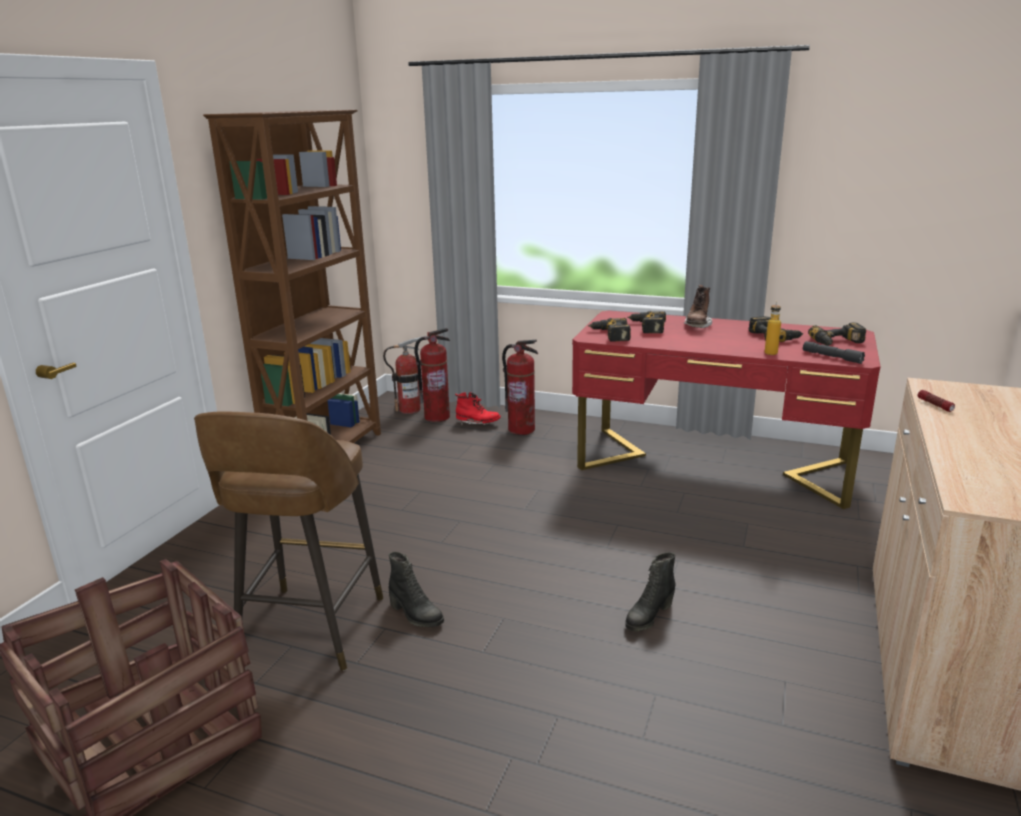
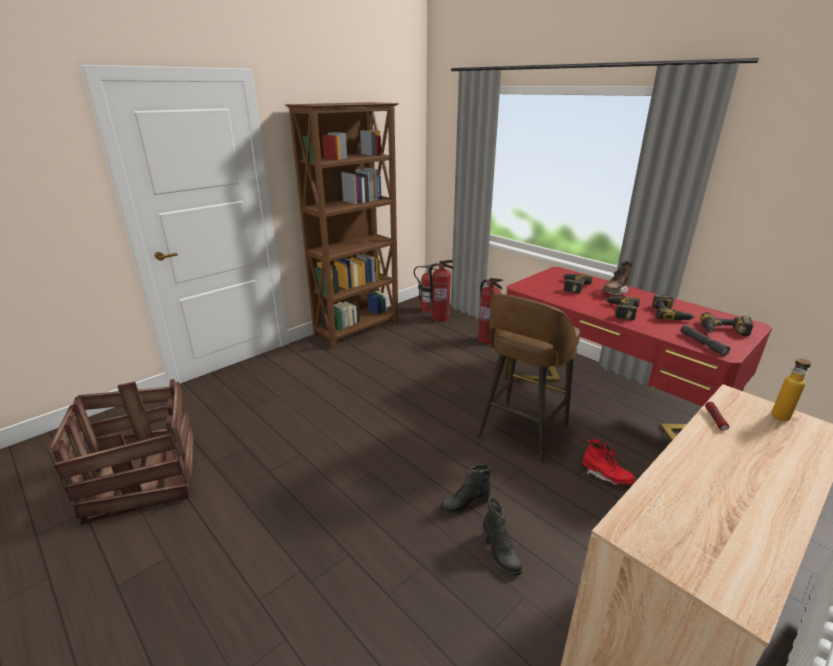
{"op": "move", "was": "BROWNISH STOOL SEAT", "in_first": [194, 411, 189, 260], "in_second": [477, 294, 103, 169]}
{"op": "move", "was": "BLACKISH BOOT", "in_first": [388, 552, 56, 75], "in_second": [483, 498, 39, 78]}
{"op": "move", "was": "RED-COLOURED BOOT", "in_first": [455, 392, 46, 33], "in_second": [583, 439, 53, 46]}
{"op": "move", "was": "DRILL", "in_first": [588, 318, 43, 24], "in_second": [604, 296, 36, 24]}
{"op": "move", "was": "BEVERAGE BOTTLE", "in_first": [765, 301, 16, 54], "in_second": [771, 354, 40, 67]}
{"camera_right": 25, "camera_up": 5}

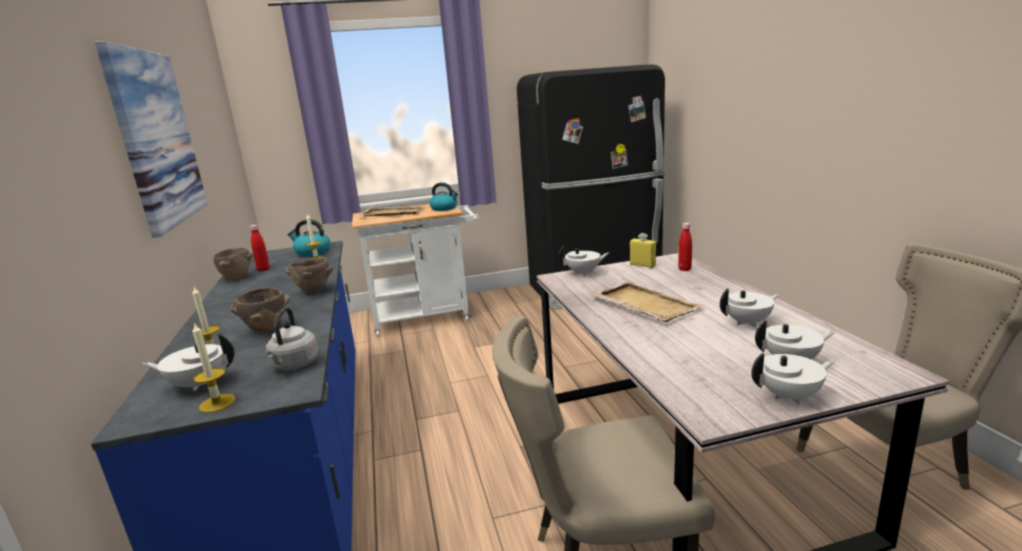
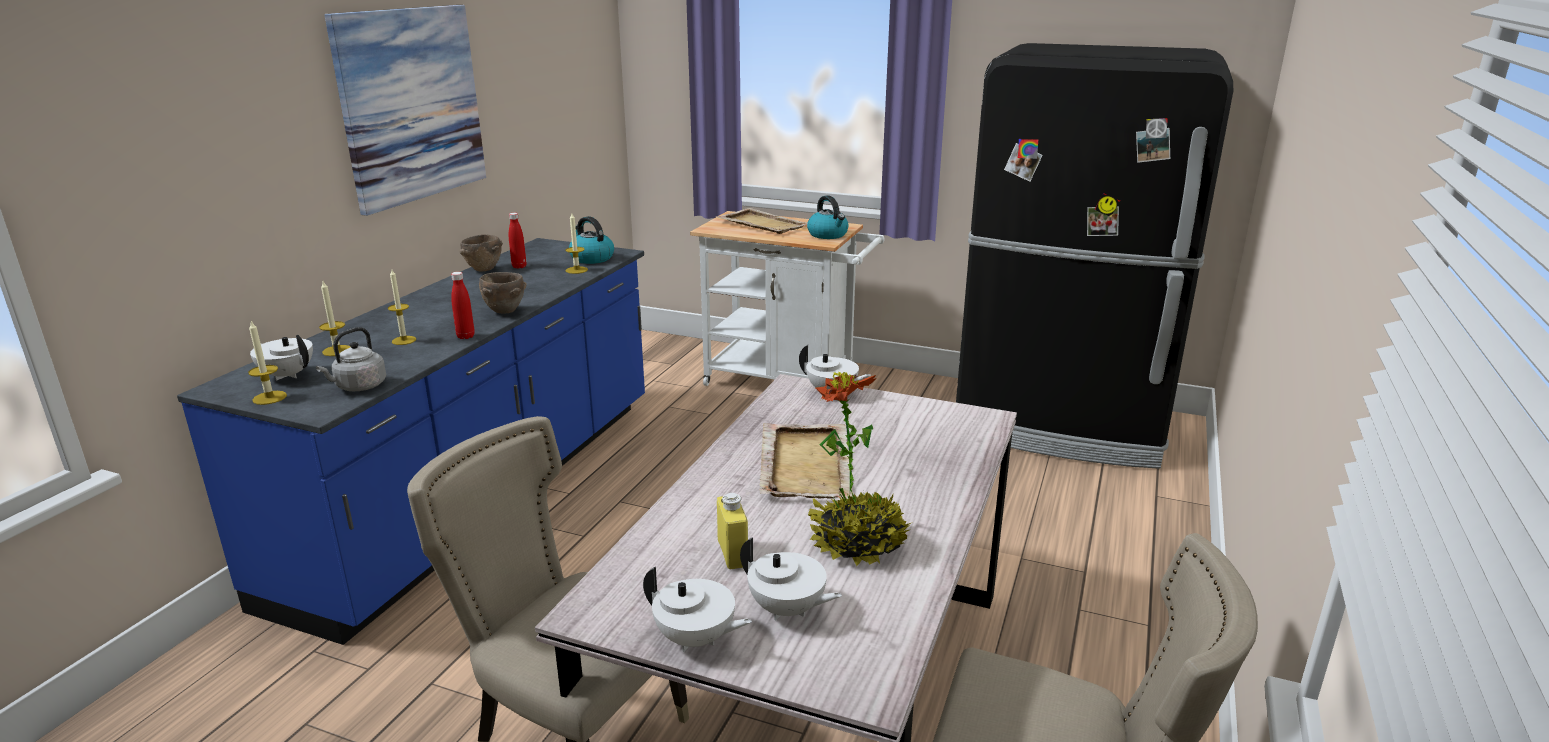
{"op": "replace", "was": "BROWNISH BOWL", "now": "CANDLE", "in_first": [231, 288, 59, 45], "in_second": [388, 270, 28, 75]}
{"op": "move", "was": "RED-COLOURED BEVERAGE BOTTLE", "in_first": [678, 223, 14, 48], "in_second": [451, 272, 24, 67]}
{"op": "move", "was": "YELLOWISH BEVERAGE BOTTLE", "in_first": [630, 233, 26, 35], "in_second": [717, 493, 31, 76]}
{"op": "replace", "was": "WHITE TEA POT", "now": "HOUSEPLANT", "in_first": [720, 288, 59, 39], "in_second": [808, 372, 103, 194]}
{"camera_right": 35, "camera_up": 5}

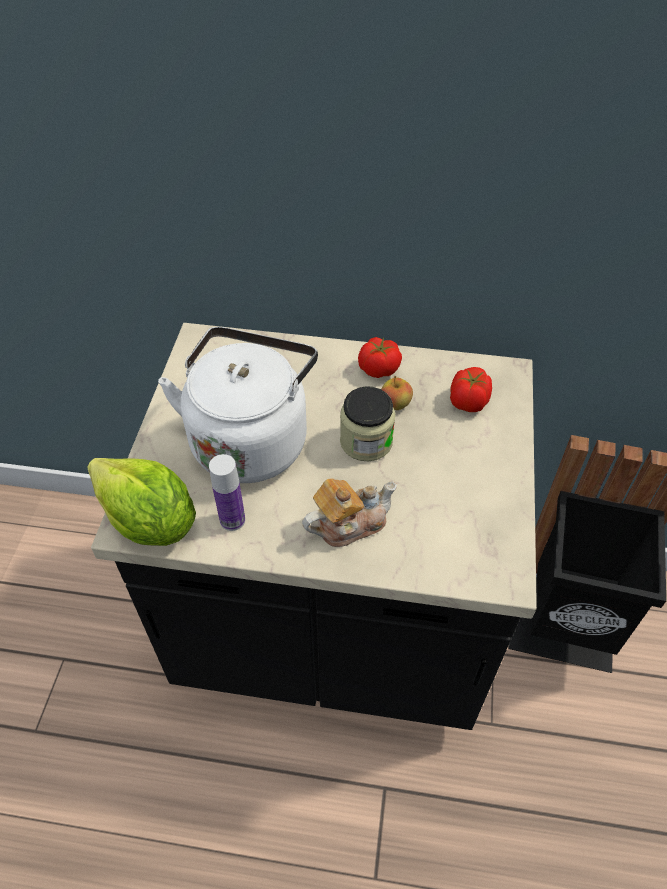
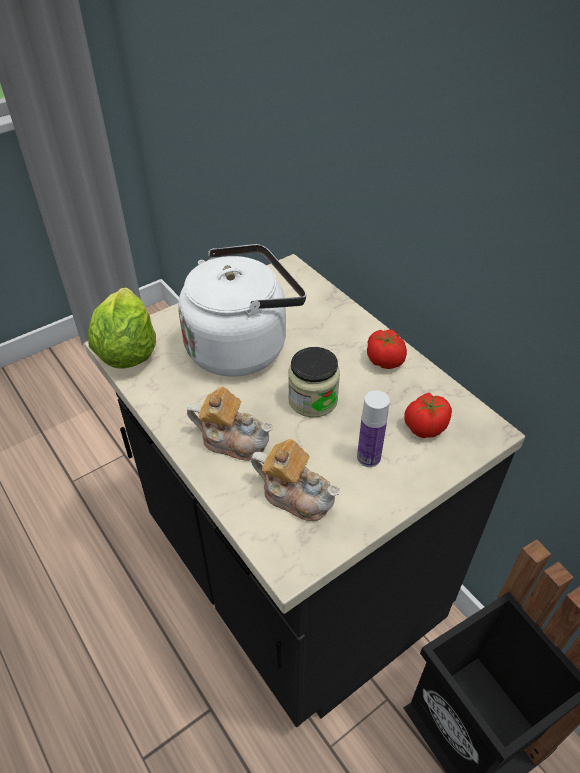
{"op": "insert", "now": "TEA POT", "in_second": [251, 439, 89, 82]}
{"op": "move", "was": "BEVERAGE BOTTLE", "in_first": [209, 454, 36, 77], "in_second": [357, 390, 33, 77]}
{"op": "delete", "was": "APPLE", "in_first": [381, 376, 32, 34]}
{"camera_right": 45, "camera_up": -5}

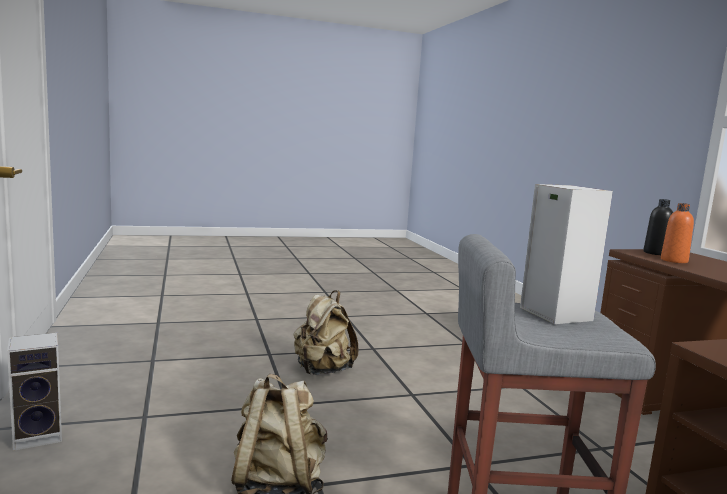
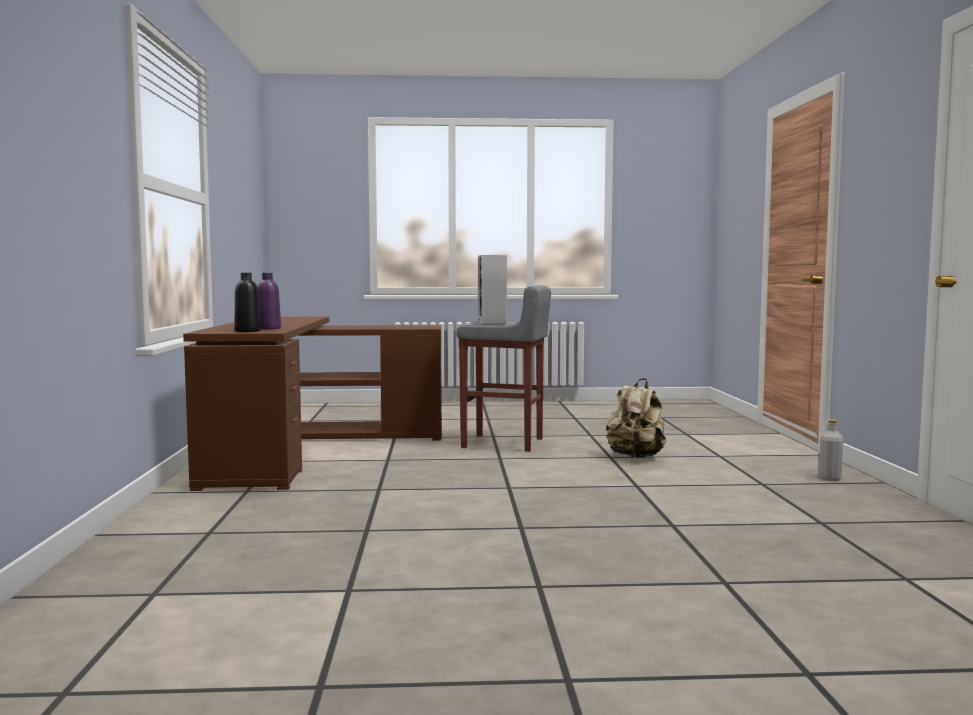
{"op": "recolor", "was": "ORANGE-COLOURED BEVERAGE BOTTLE", "now": "PURPLE BEVERAGE BOTTLE", "in_first": [661, 203, 33, 60], "in_second": [257, 273, 24, 57]}
{"op": "replace", "was": "LOUDSPEAKER", "now": "GRAY BEVERAGE BOTTLE", "in_first": [7, 333, 55, 118], "in_second": [819, 419, 24, 62]}
{"op": "delete", "was": "BEIGE-COLOURED KNAPSACK", "in_first": [294, 290, 64, 85]}
{"camera_right": -165, "camera_up": -5}

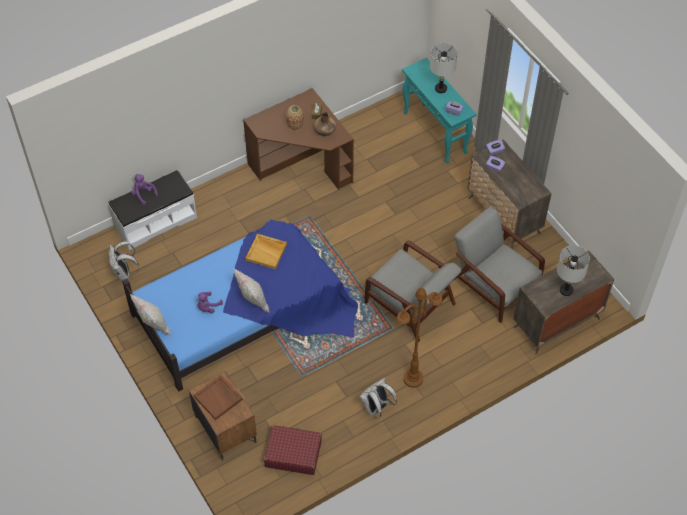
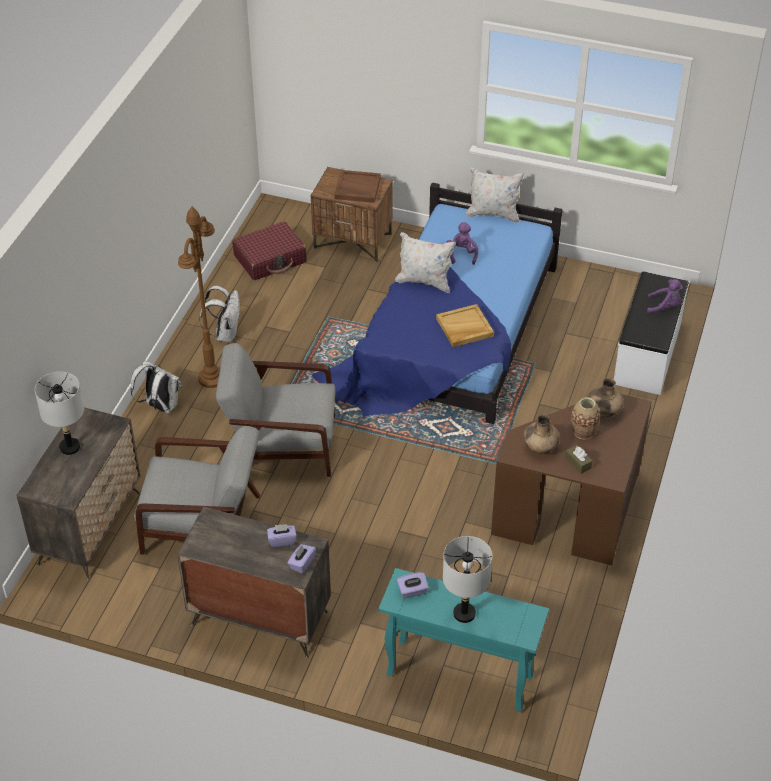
{"op": "move", "was": "WHITE KNAPSACK", "in_first": [109, 241, 30, 39], "in_second": [131, 361, 51, 52]}
{"op": "insert", "now": "BROWNISH VASE", "in_second": [588, 378, 36, 39]}
{"camera_right": 140, "camera_up": -10}

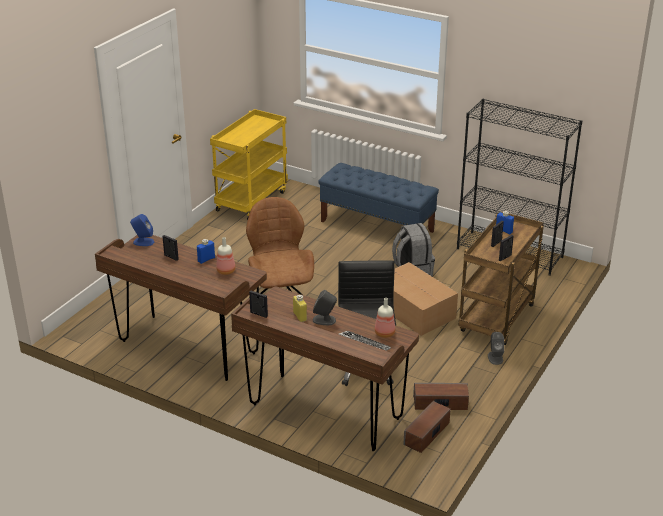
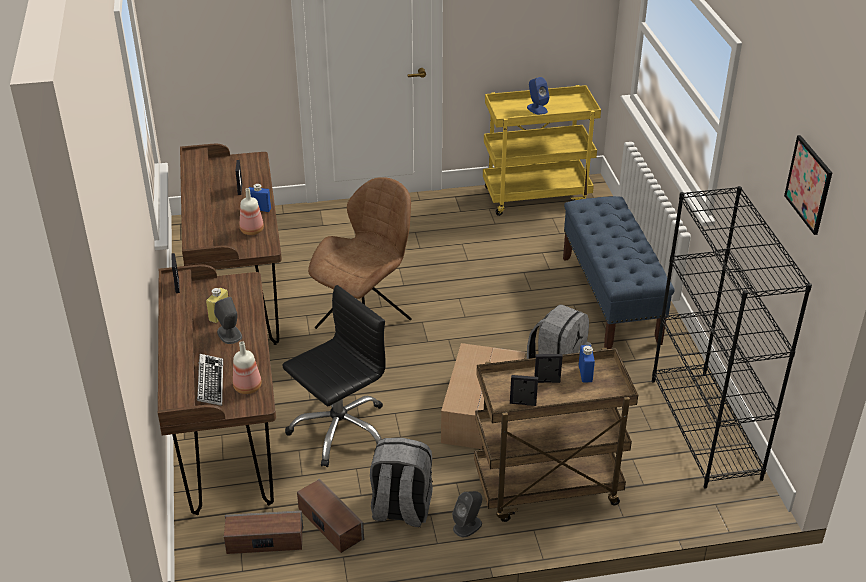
{"op": "insert", "now": "GRAY KNAPSACK", "in_second": [370, 438, 63, 89]}
{"op": "move", "was": "BLUE LOUDSPEAKER", "in_first": [130, 214, 24, 32], "in_second": [527, 77, 23, 38]}
{"op": "insert", "now": "WALL PICTURE", "in_second": [784, 135, 48, 100]}
{"camera_right": 50, "camera_up": 5}

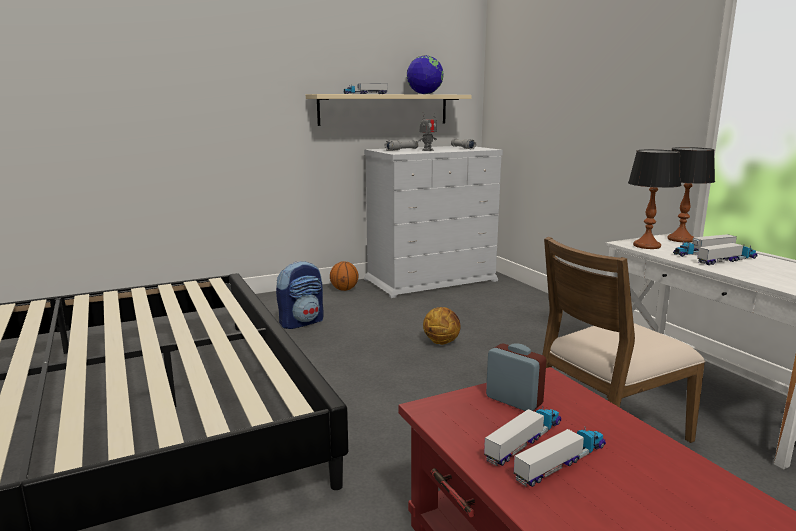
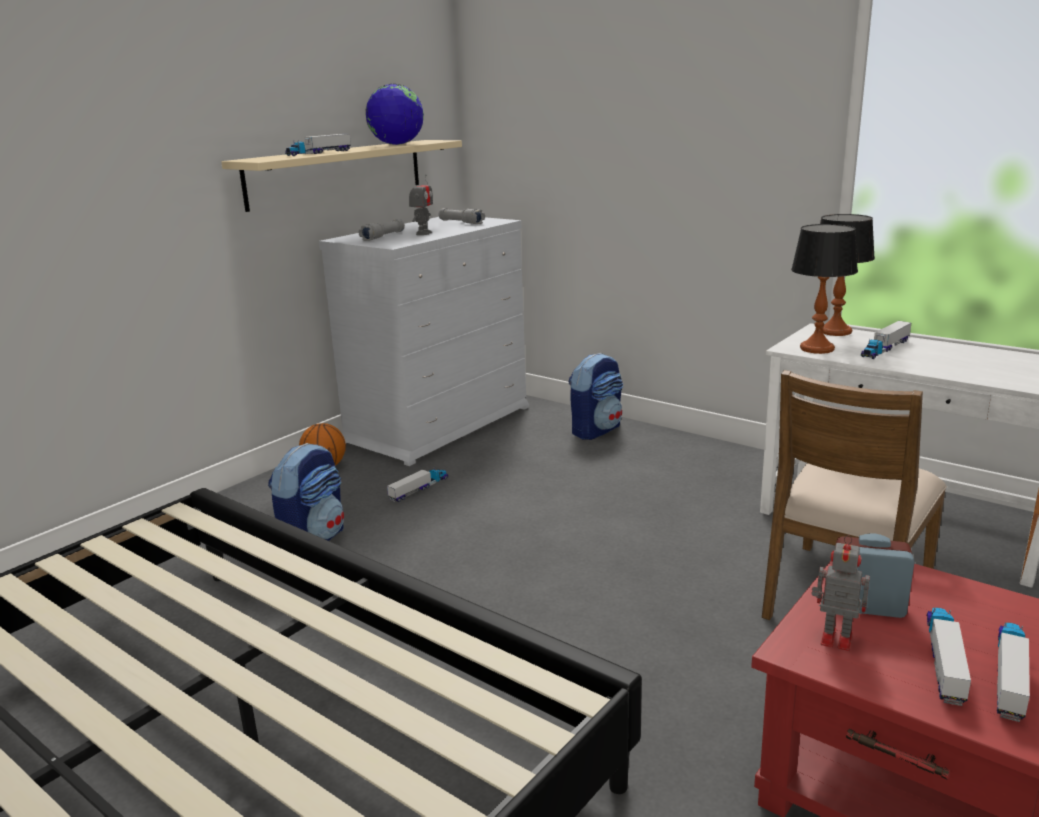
{"op": "move", "was": "TOY LORRY", "in_first": [697, 243, 60, 22], "in_second": [387, 468, 61, 34]}
{"op": "insert", "now": "KNAPSACK", "in_second": [569, 353, 54, 87]}
{"op": "insert", "now": "TOY ROBOT", "in_second": [811, 535, 59, 116]}
{"op": "delete", "was": "BASKETBALL", "in_first": [423, 307, 37, 38]}
{"camera_right": -25, "camera_up": 5}

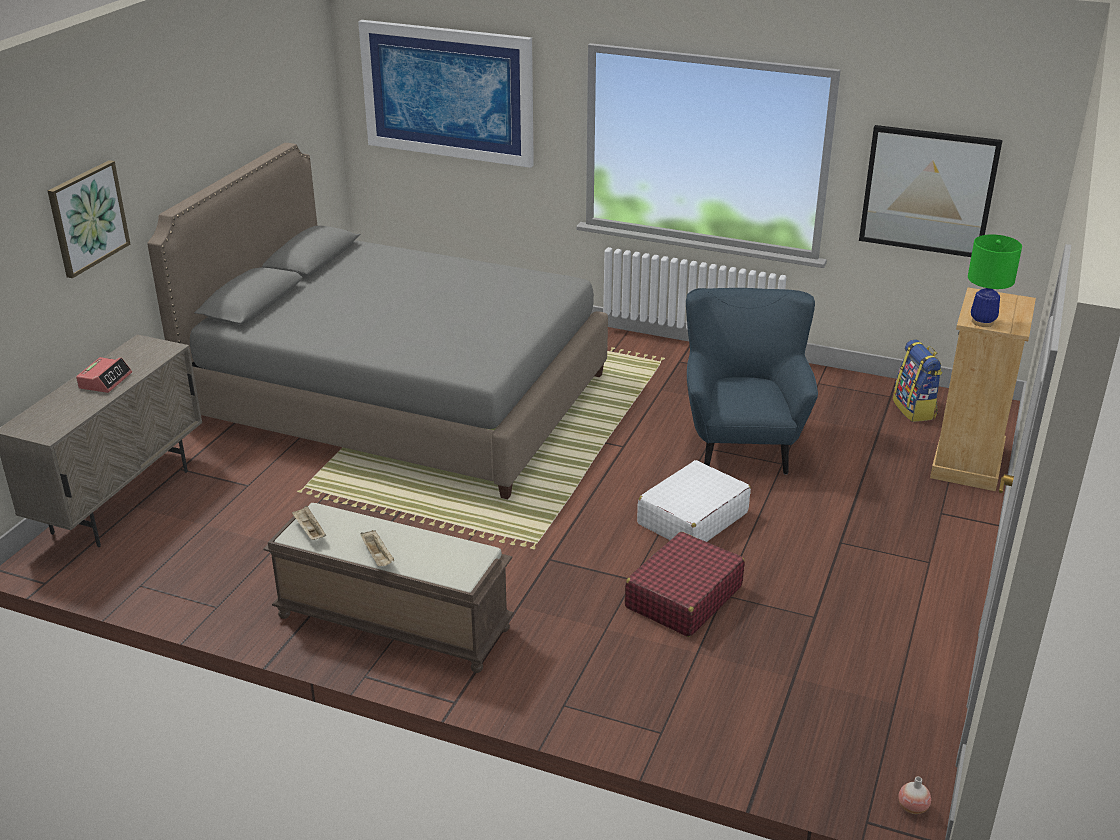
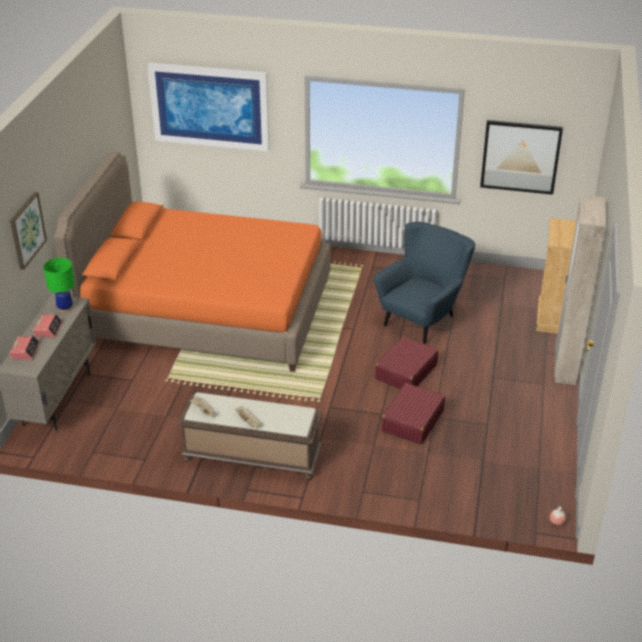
{"op": "insert", "now": "TABLE CLOCK", "in_second": [10, 335, 30, 25]}
{"op": "move", "was": "GREEN LAMP FOR A TABLE", "in_first": [968, 234, 54, 93], "in_second": [43, 258, 32, 54]}
{"op": "recolor", "was": "GRAY SLEEPING BED", "now": "ORANGE-COLOURED SLEEPING BED", "in_first": [147, 143, 461, 356], "in_second": [54, 151, 277, 221]}
{"op": "rotate", "was": "BLUE EASY CHAIR", "in_first": [686, 288, 132, 187], "in_second": [373, 222, 102, 122], "clockwise": 45}
{"op": "recolor", "was": "WHITE SUITCASE", "now": "RED-COLOURED SUITCASE", "in_first": [637, 460, 114, 82], "in_second": [375, 336, 63, 53]}
{"op": "insert", "now": "BEIGE-COLOURED CLOTHES CUPBOARD", "in_second": [554, 195, 52, 190]}
{"op": "delete", "was": "KNAPSACK", "in_first": [893, 339, 50, 83]}
{"camera_right": -10, "camera_up": 5}

